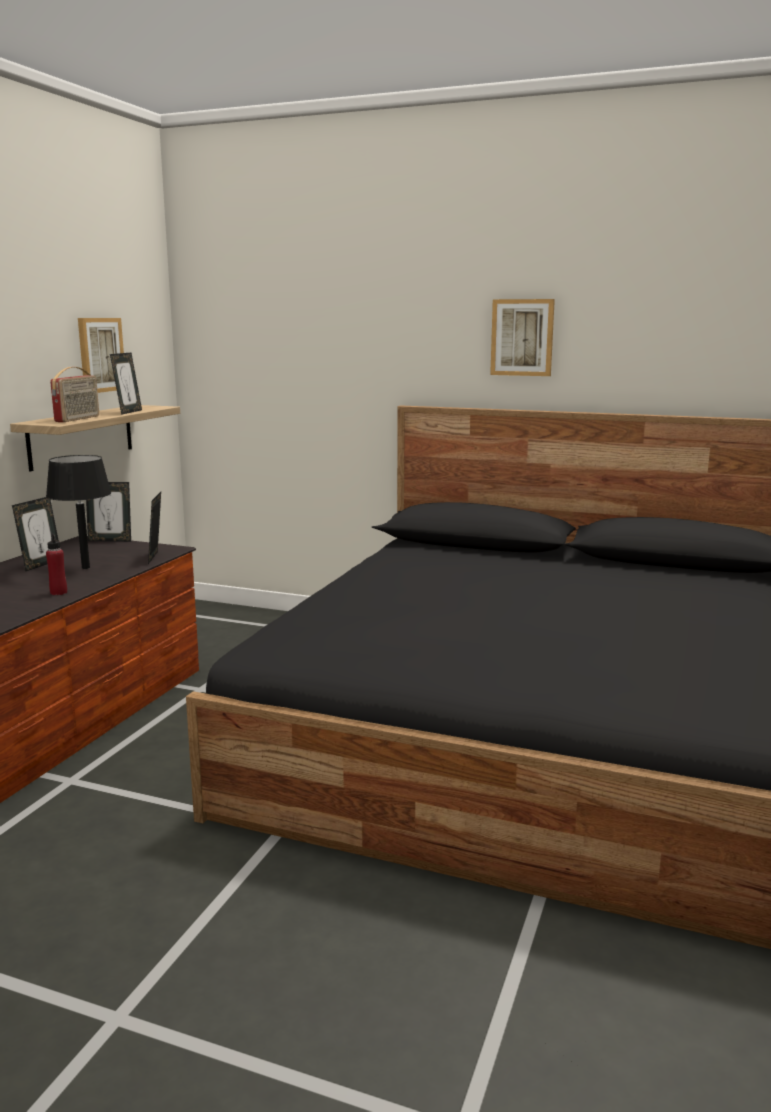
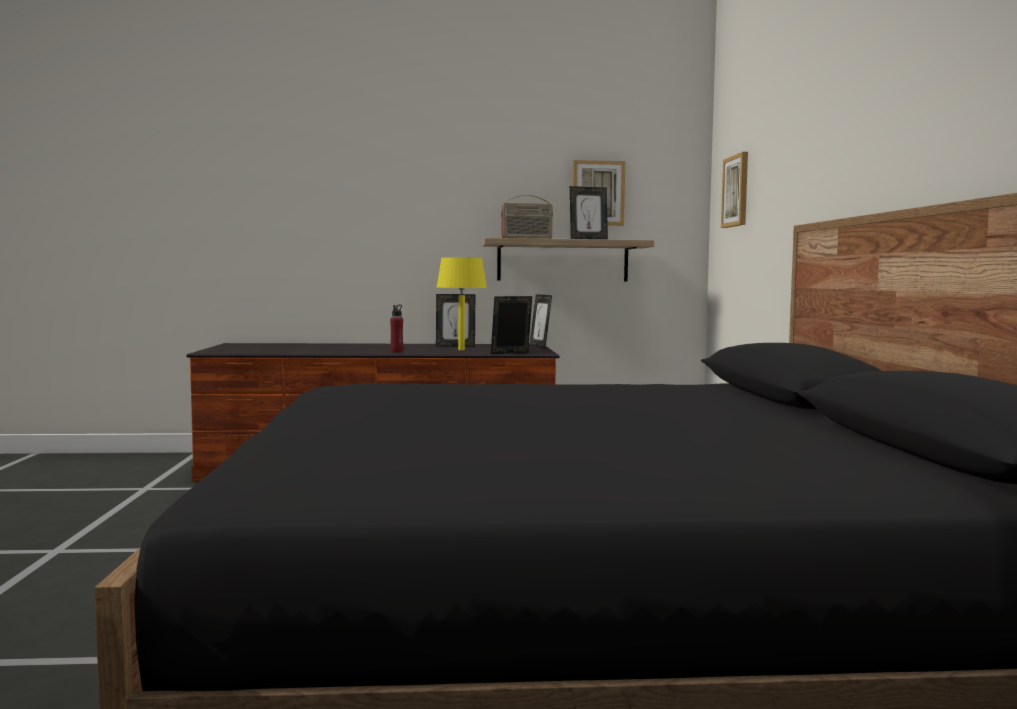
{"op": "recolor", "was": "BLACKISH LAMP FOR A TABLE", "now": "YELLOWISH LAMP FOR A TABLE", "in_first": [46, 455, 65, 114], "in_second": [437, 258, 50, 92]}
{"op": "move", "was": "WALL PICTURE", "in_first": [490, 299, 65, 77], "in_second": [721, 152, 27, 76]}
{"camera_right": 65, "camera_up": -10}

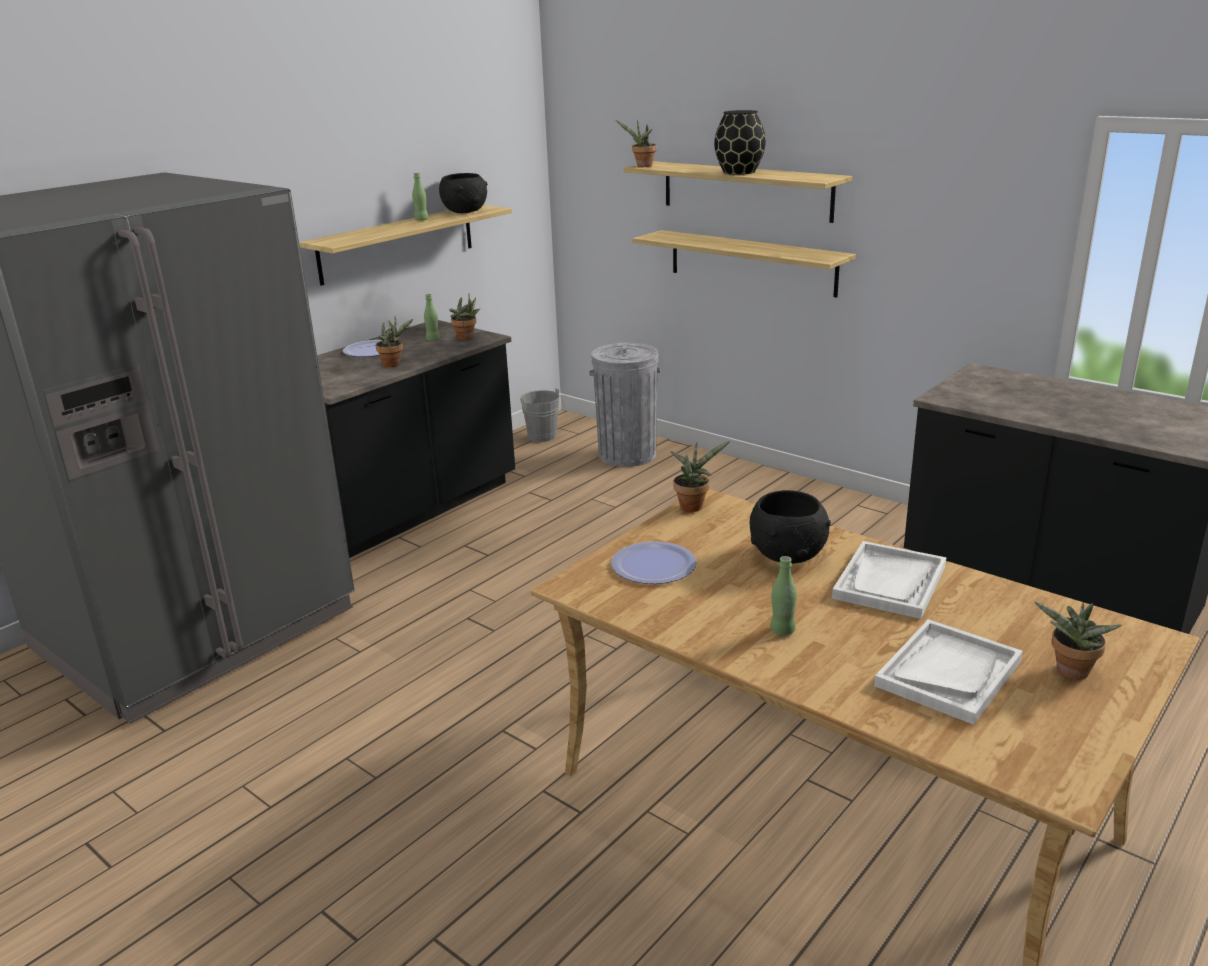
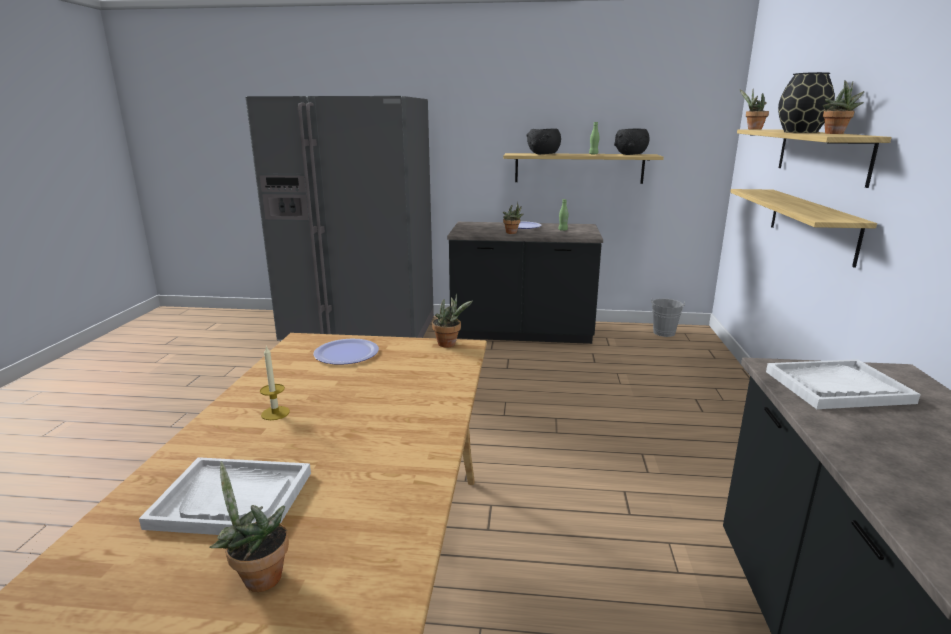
{"op": "replace", "was": "GREEN BEVERAGE BOTTLE", "now": "CANDLE", "in_first": [770, 556, 27, 79], "in_second": [260, 345, 30, 75]}
{"op": "move", "was": "BLACKISH BOWL", "in_first": [750, 490, 81, 74], "in_second": [526, 129, 35, 25]}
{"op": "move", "was": "WHITE CARRYING TRAY", "in_first": [832, 541, 114, 78], "in_second": [766, 359, 155, 50]}
{"op": "move", "was": "HOUSEPLANT", "in_first": [449, 294, 32, 46], "in_second": [822, 80, 43, 54]}
{"op": "delete", "was": "GRAY TRASH CAN", "in_first": [589, 343, 72, 124]}
{"camera_right": 55, "camera_up": -5}

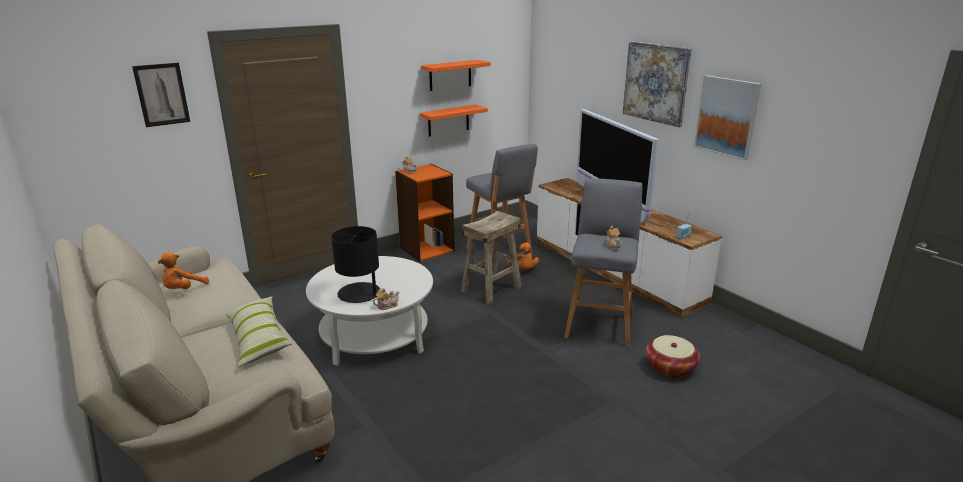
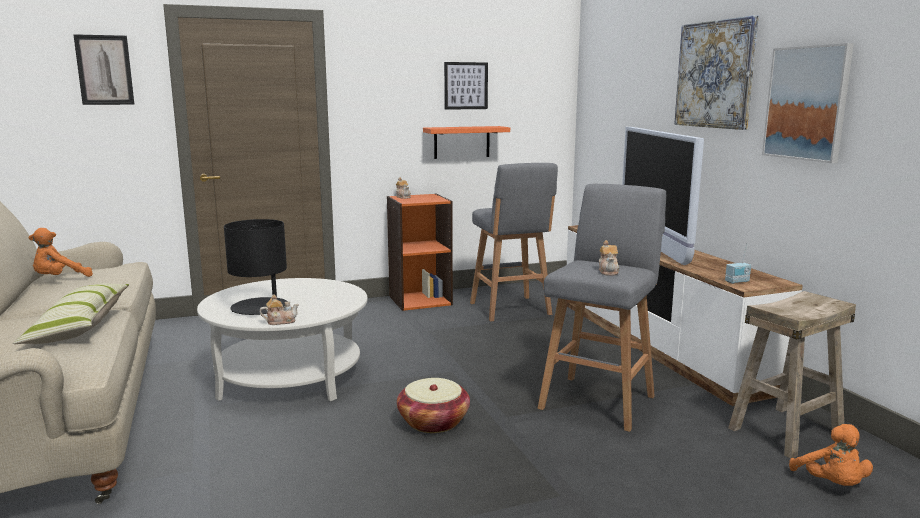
{"op": "move", "was": "HOUSEHOLD BASKET", "in_first": [646, 335, 54, 42], "in_second": [397, 378, 73, 55]}
{"op": "replace", "was": "ORANGE-COLOURED SHELF", "now": "WALL PICTURE", "in_first": [421, 60, 70, 31], "in_second": [444, 62, 44, 48]}
{"op": "move", "was": "BEIGE-COLOURED STOOL SEAT", "in_first": [461, 211, 61, 94], "in_second": [728, 291, 128, 167]}
{"op": "move", "was": "ORANGE-COLOURED CUDDLY TOY", "in_first": [507, 243, 32, 26], "in_second": [789, 424, 84, 62]}
{"camera_right": 15, "camera_up": -10}

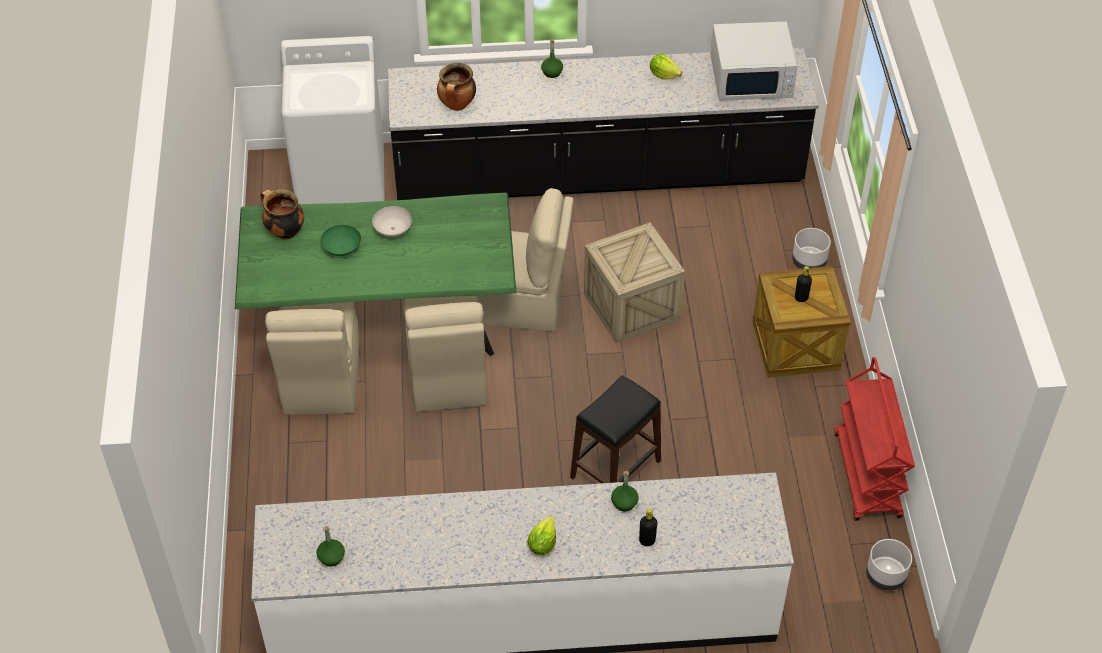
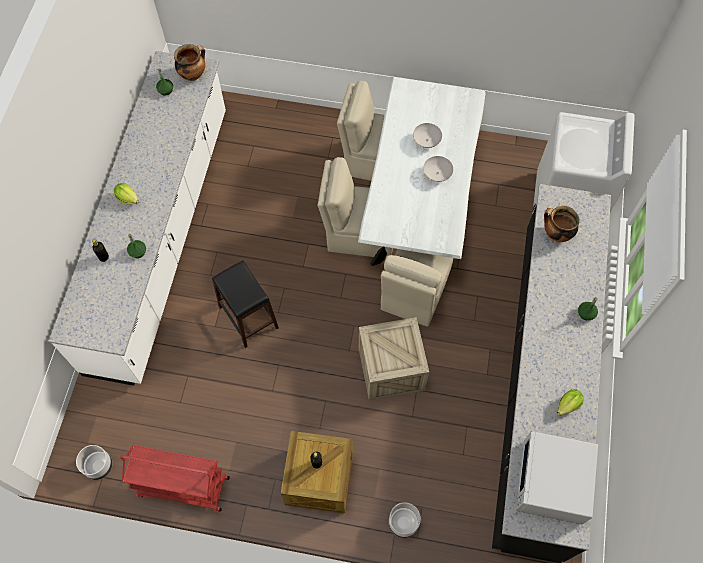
{"op": "move", "was": "STOCKPOT", "in_first": [261, 189, 43, 50], "in_second": [174, 44, 31, 37]}
{"op": "recolor", "was": "GREEN DINING TABLE", "now": "WHITE DINING TABLE", "in_first": [235, 193, 282, 163], "in_second": [358, 77, 128, 189]}
{"op": "recolor", "was": "GREEN BOWL", "now": "WHITE BOWL", "in_first": [320, 225, 41, 31], "in_second": [413, 123, 29, 25]}
{"camera_right": 105, "camera_up": 15}

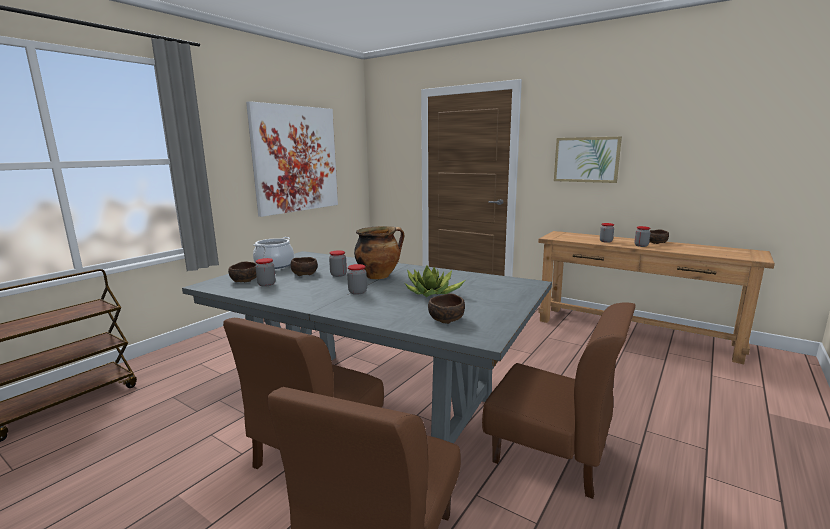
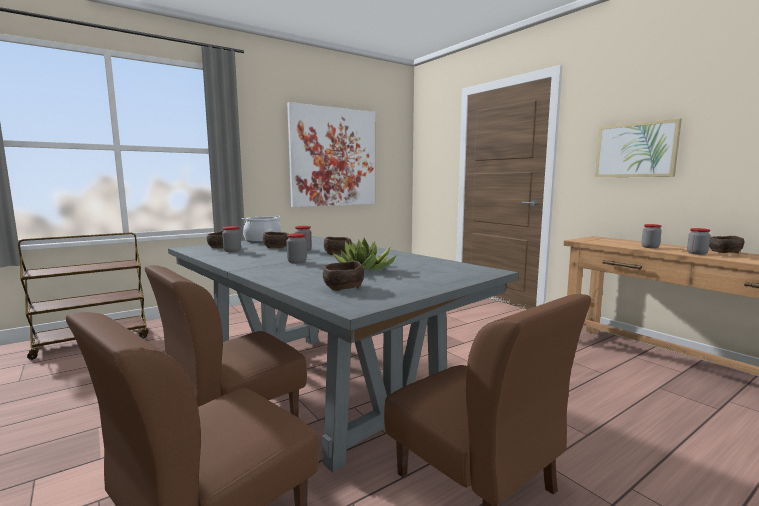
{"op": "replace", "was": "STOCKPOT", "now": "BROWNISH BOWL", "in_first": [354, 226, 50, 53], "in_second": [324, 237, 28, 18]}
{"camera_right": 20, "camera_up": -5}

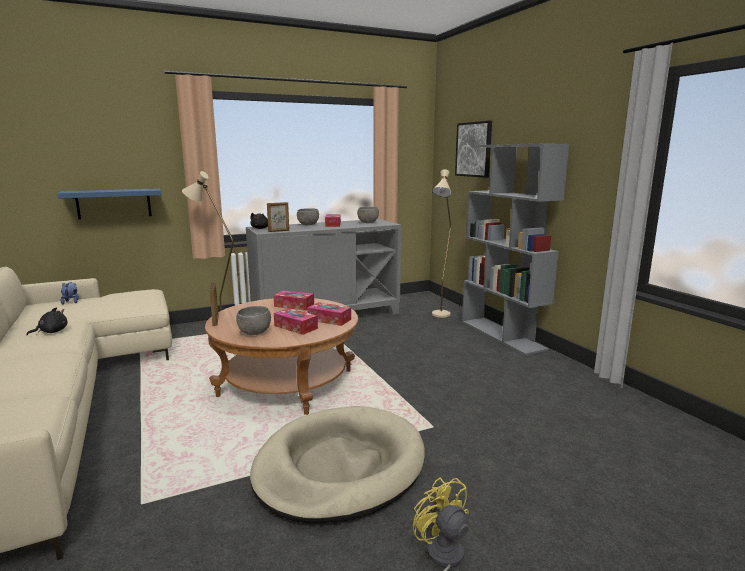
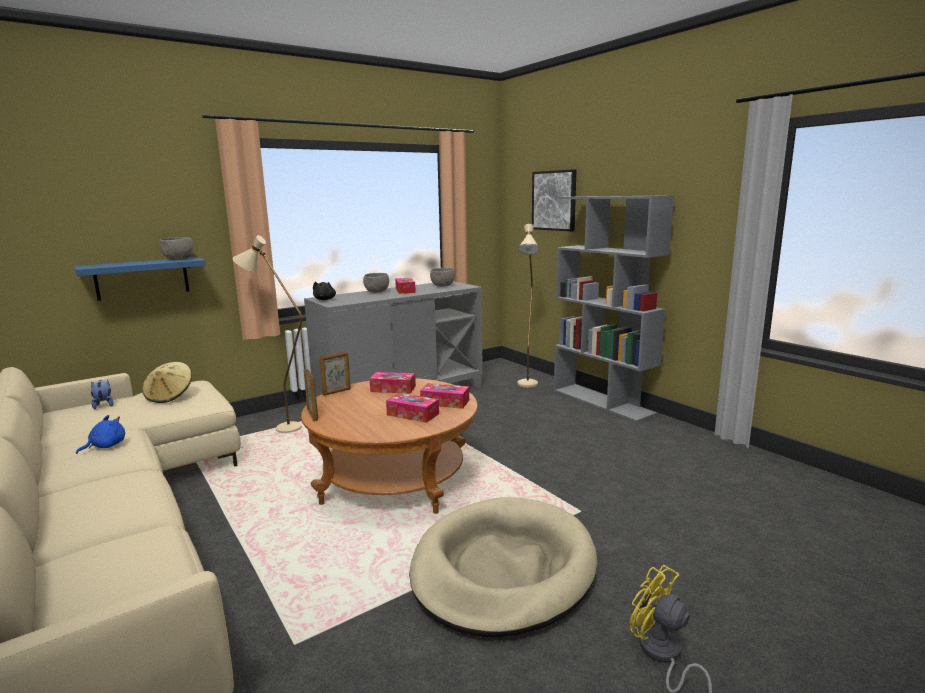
{"op": "recolor", "was": "BLACKISH CUDDLY TOY", "now": "BLUE CUDDLY TOY", "in_first": [26, 307, 42, 28], "in_second": [76, 415, 49, 39]}
{"op": "insert", "now": "BEIGE-COLOURED CLOTHING HAT", "in_second": [142, 362, 50, 41]}
{"op": "move", "was": "GRAY BOWL", "in_first": [236, 306, 35, 29], "in_second": [159, 237, 35, 23]}
{"op": "move", "was": "PICTURE FRAME", "in_first": [267, 202, 22, 30], "in_second": [319, 351, 32, 45]}
{"camera_right": -10, "camera_up": 0}

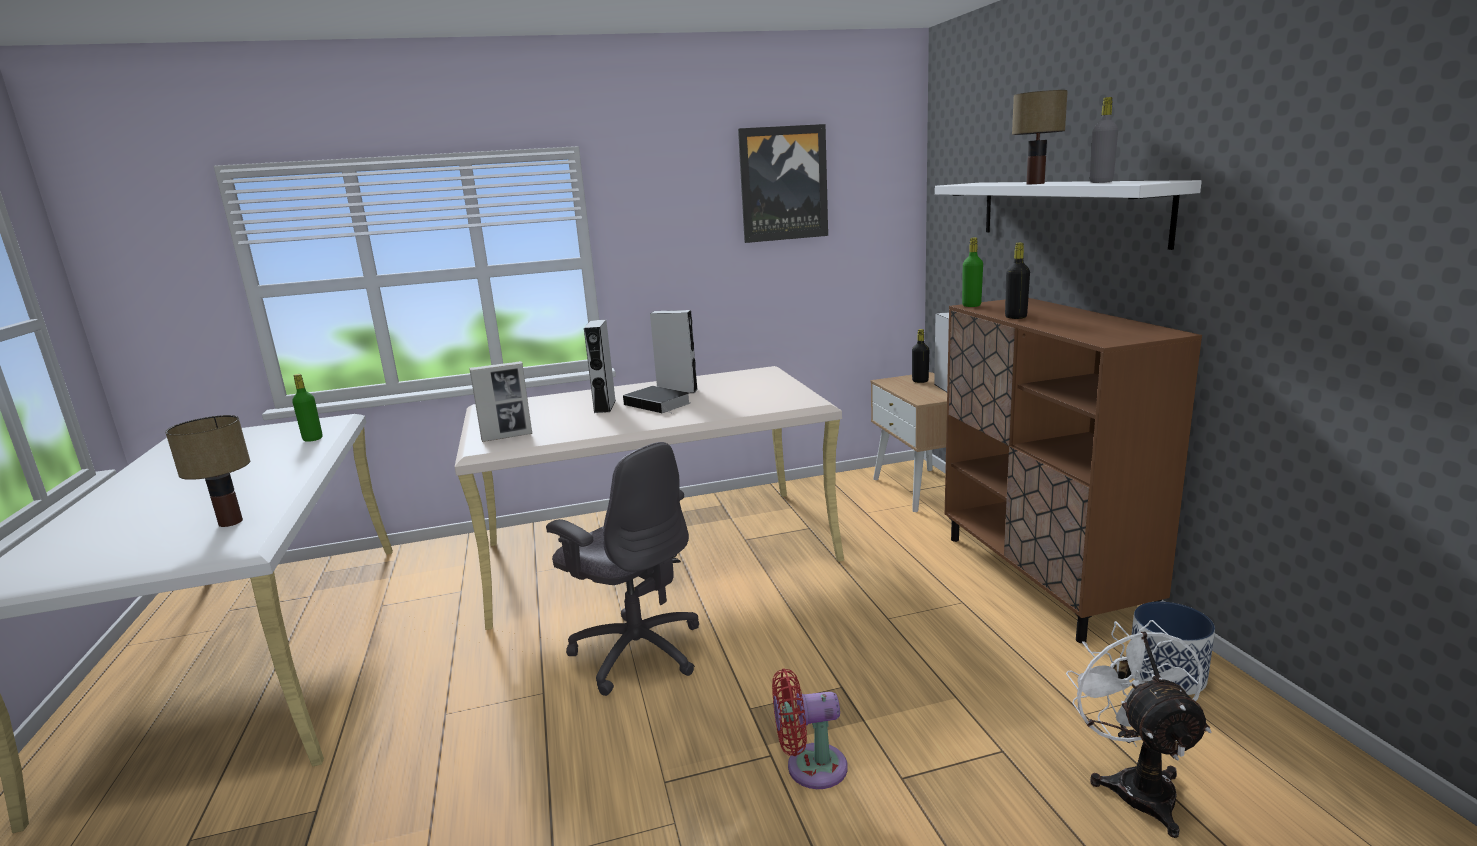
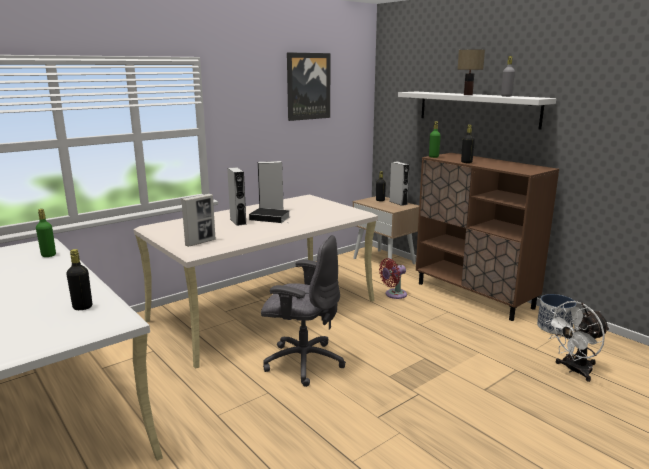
{"op": "replace", "was": "LAMP FOR A TABLE", "now": "BLACKISH BEVERAGE BOTTLE", "in_first": [165, 415, 85, 112], "in_second": [66, 249, 26, 61]}
{"op": "move", "was": "RED-COLOURED FAN", "in_first": [772, 669, 76, 120], "in_second": [379, 258, 28, 41]}
{"op": "rotate", "was": "WHITE FAN", "in_first": [1066, 620, 145, 218], "in_second": [545, 301, 65, 81], "clockwise": -90}
{"camera_right": -25, "camera_up": 0}

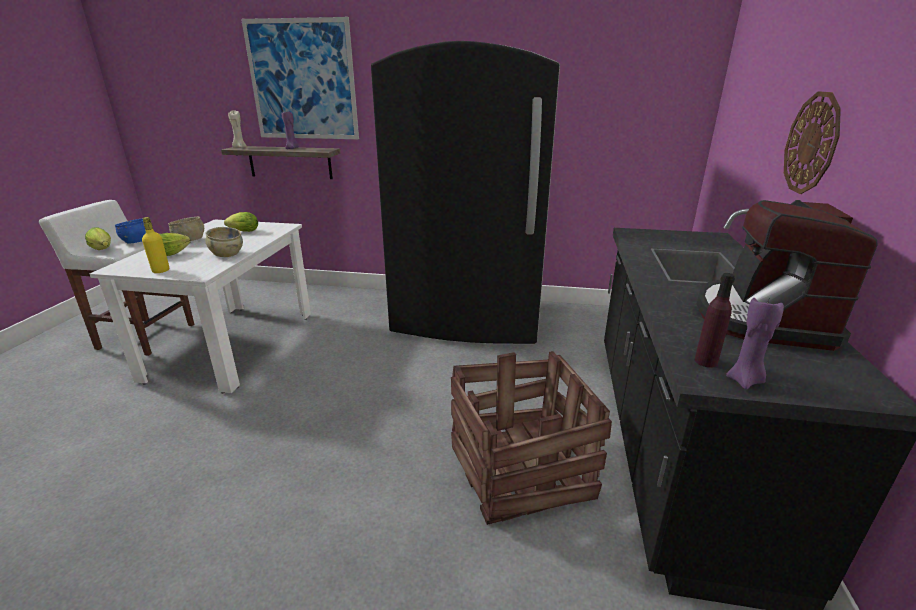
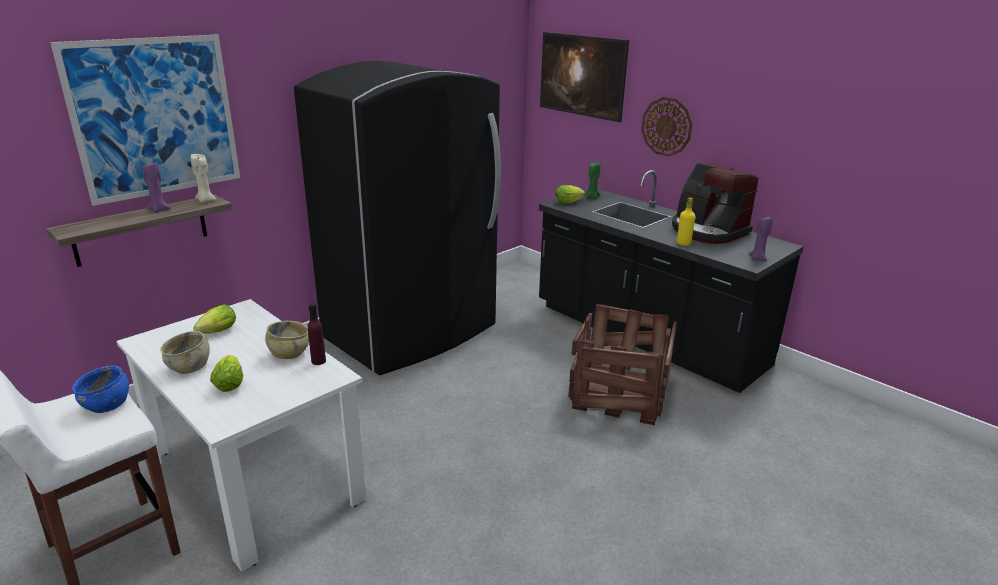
{"op": "move", "was": "BEIGE-COLOURED CANDLE", "in_first": [228, 110, 19, 38], "in_second": [190, 154, 27, 49]}
{"op": "move", "was": "PURPLE BEVERAGE BOTTLE", "in_first": [695, 273, 40, 95], "in_second": [308, 303, 18, 62]}
{"op": "insert", "now": "WALL PICTURE", "in_second": [540, 32, 89, 90]}
{"op": "move", "was": "LETTUCE HEAD", "in_first": [85, 227, 26, 23], "in_second": [556, 185, 29, 18]}
{"op": "insert", "now": "GREEN CANDLE", "in_second": [586, 162, 15, 37]}
{"op": "move", "was": "YELLOWISH BEVERAGE BOTTLE", "in_first": [142, 217, 27, 56], "in_second": [677, 198, 19, 48]}
{"camera_right": -55, "camera_up": 0}

